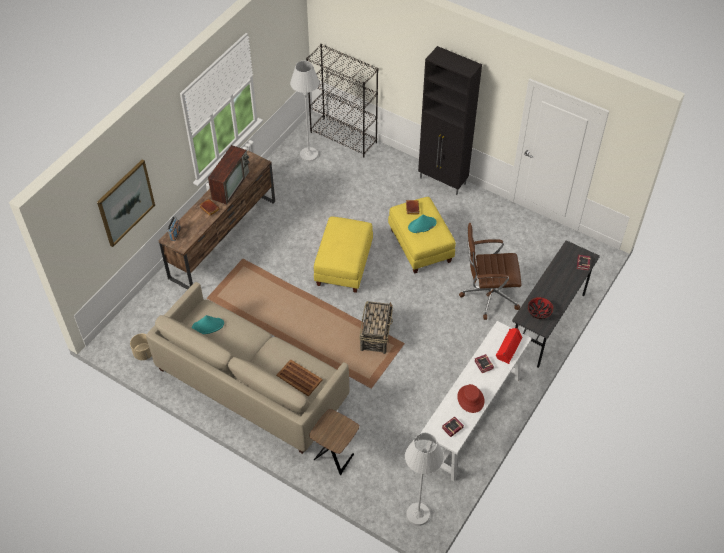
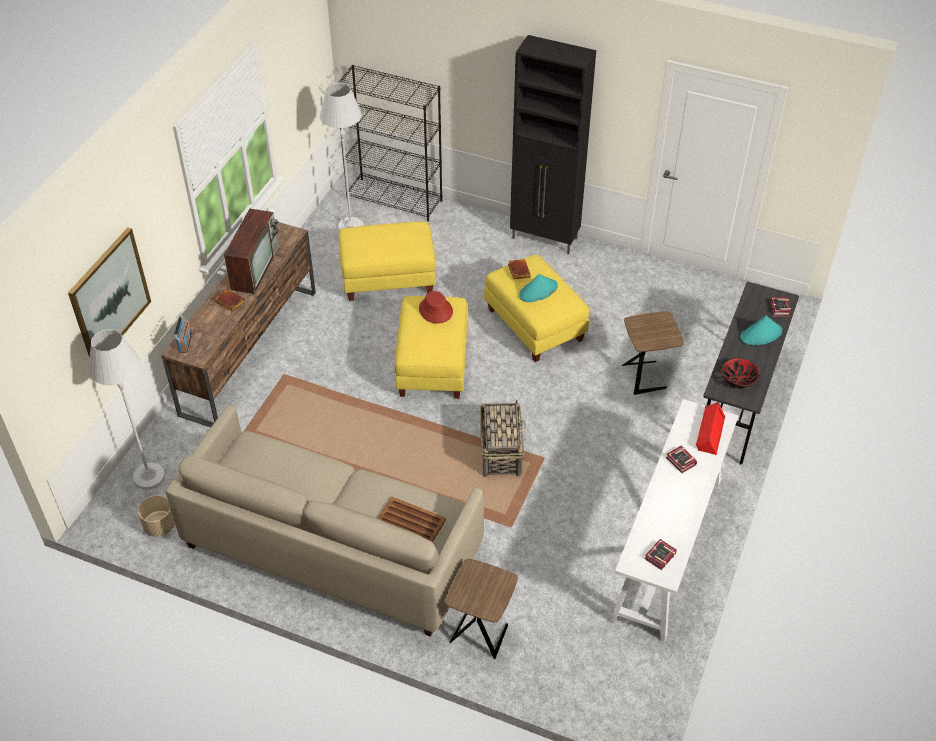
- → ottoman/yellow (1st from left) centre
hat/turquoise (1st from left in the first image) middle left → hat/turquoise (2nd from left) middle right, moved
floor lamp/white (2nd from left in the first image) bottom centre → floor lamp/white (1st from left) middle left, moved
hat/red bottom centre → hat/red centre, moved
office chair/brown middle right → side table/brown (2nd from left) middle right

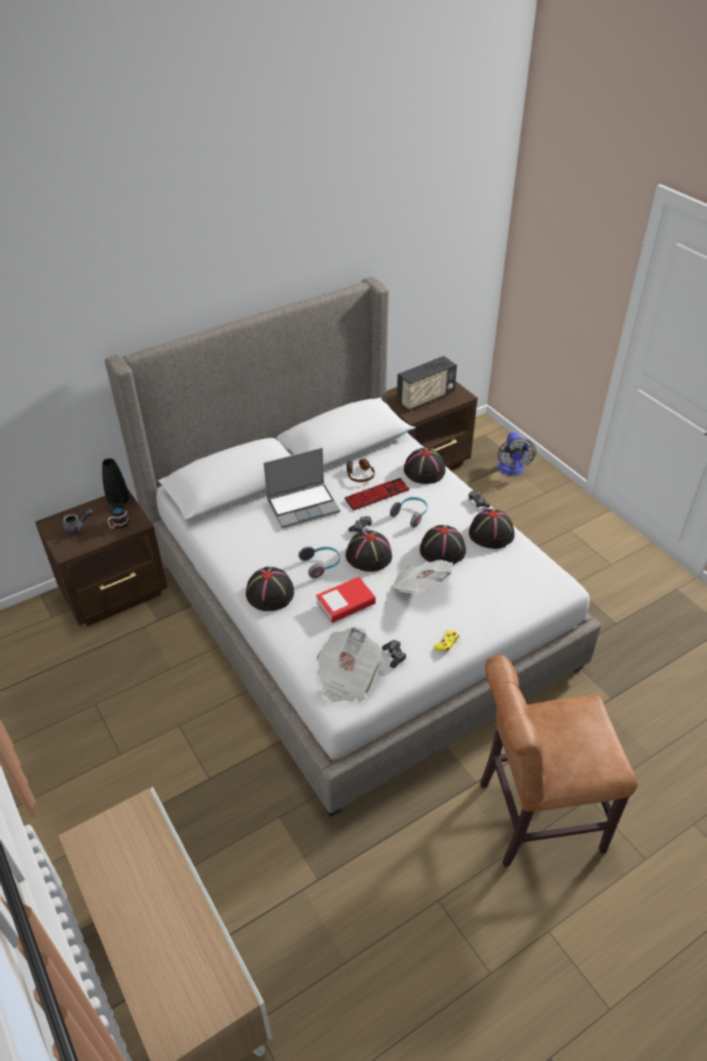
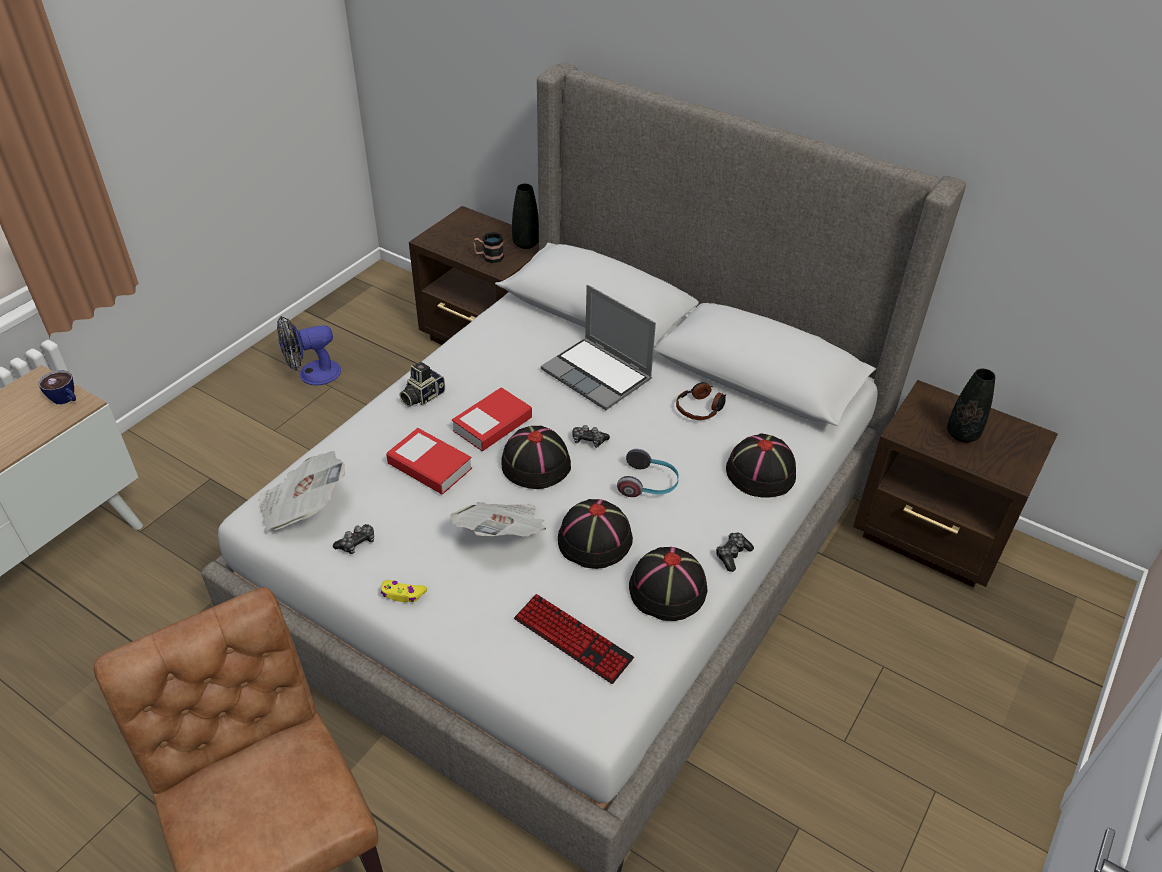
teapot/grey middle left → -
- → cup middle left
keyboard centre → keyboard bottom centre, moved
fan middle right → fan middle left, moved
hat/black (1st from left) centre → photo camera centre
headphones (1st from left) centre → book (2nd from left) centre
radio centre → vase/black (2nd from left) middle right

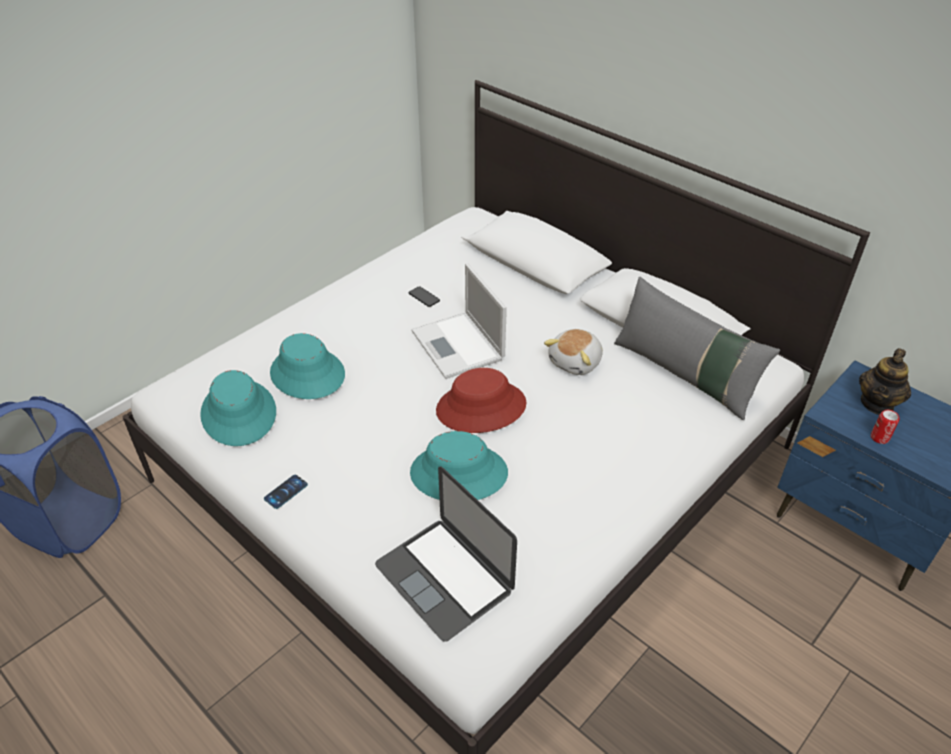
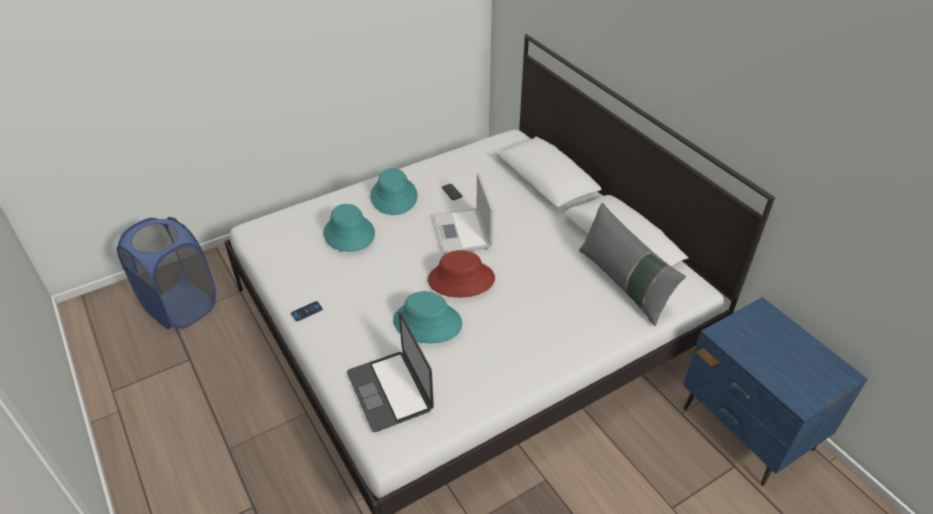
plush toy centre → -
teapot middle right → -
can middle right → -
hat/turquoise (1st from left in the first image) middle left → hat/turquoise (2nd from left) centre, moved

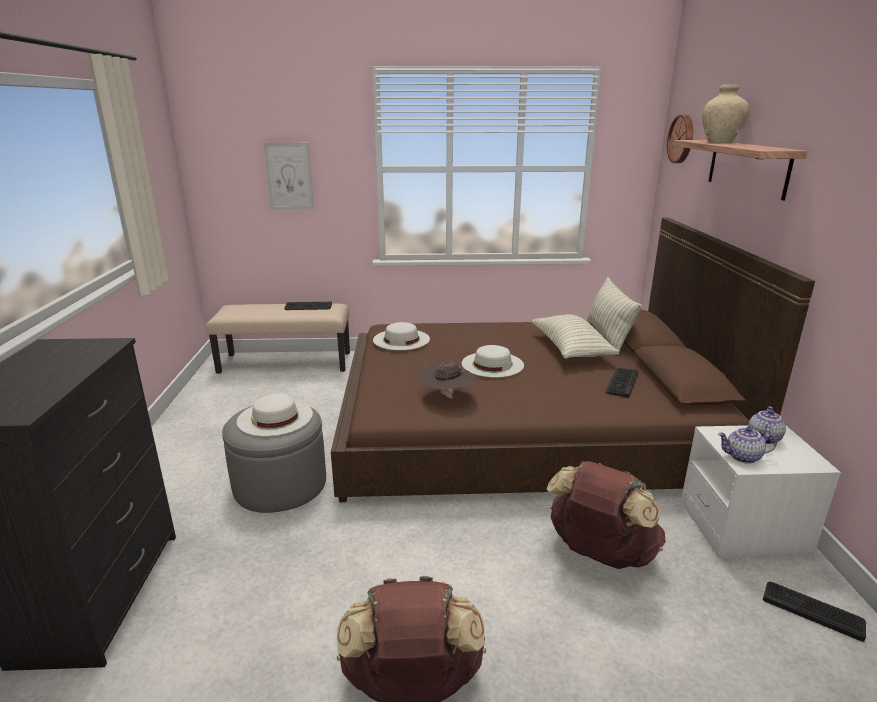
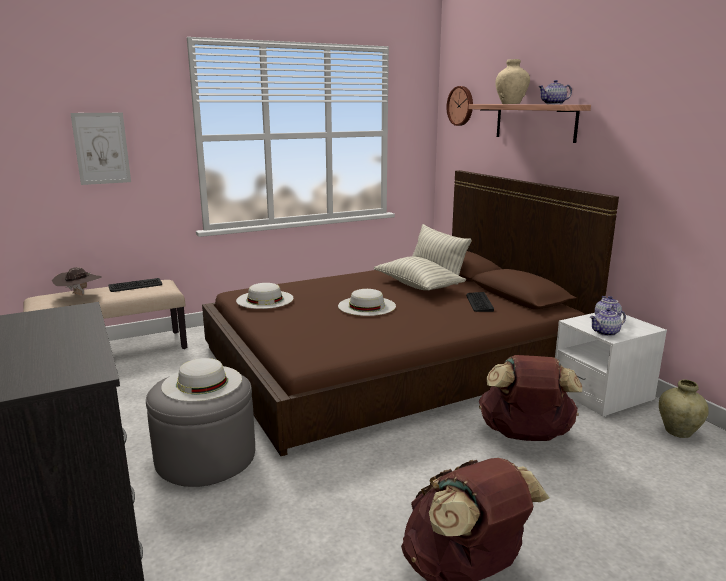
- → teapot (1st from left) top right
hat/brown centre → hat/brown middle left, moved
keyboard (3rd from left) bottom right → vase/beige (2nd from left) bottom right

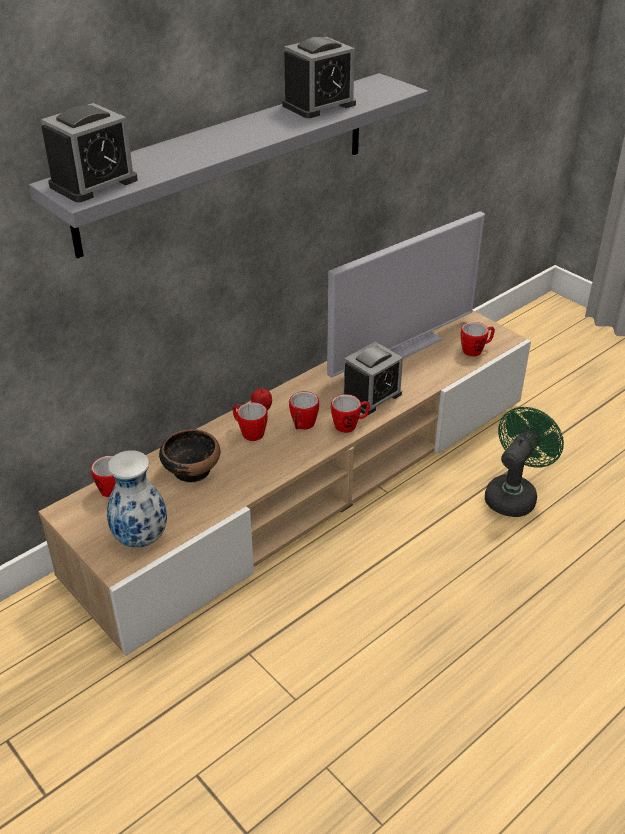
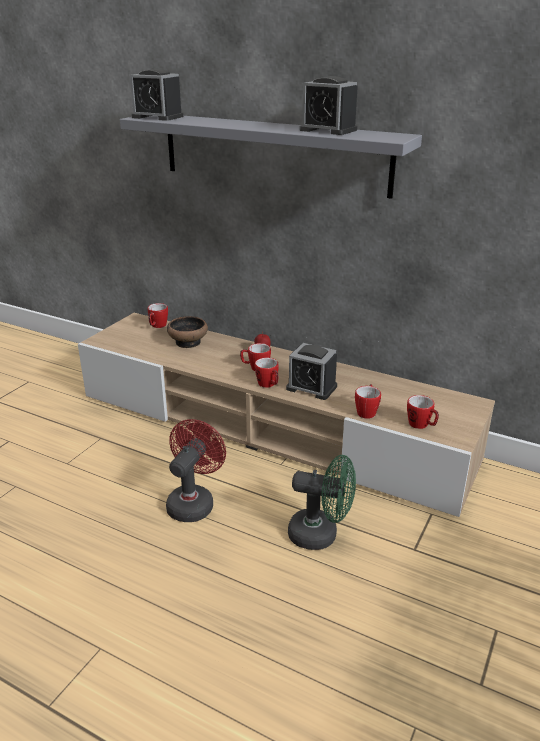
vase middle left → -
television centre → -
- → fan/red centre
mug (2nd from left in the first image) centre → mug (4th from left) middle right, moved

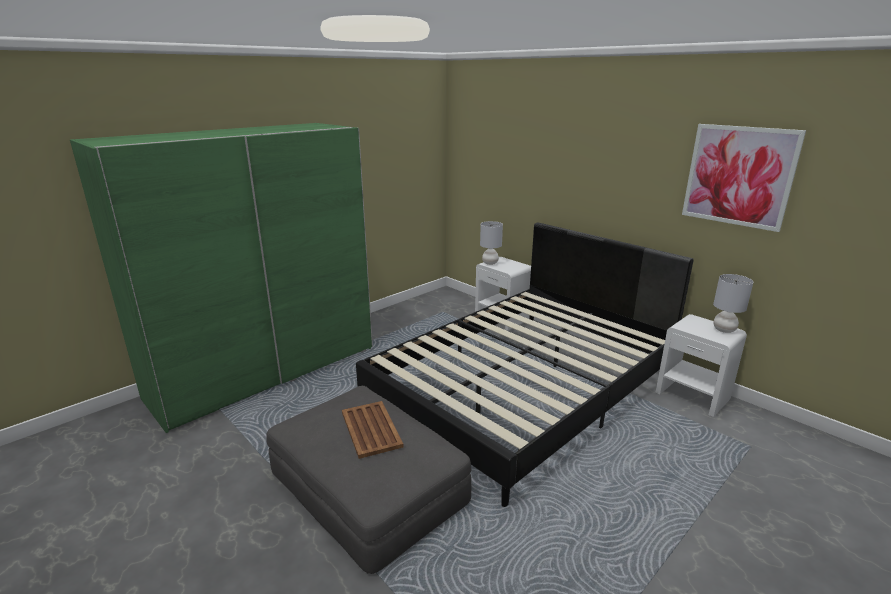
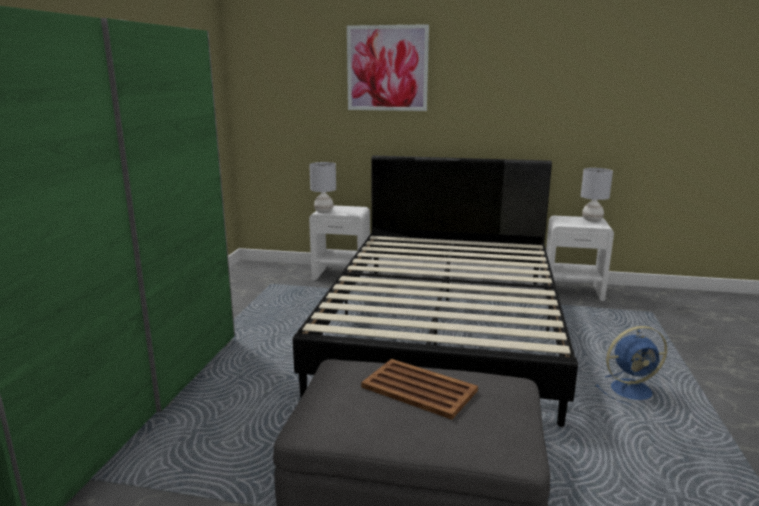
- → fan/blue bottom right
picture top right → picture top centre, moved

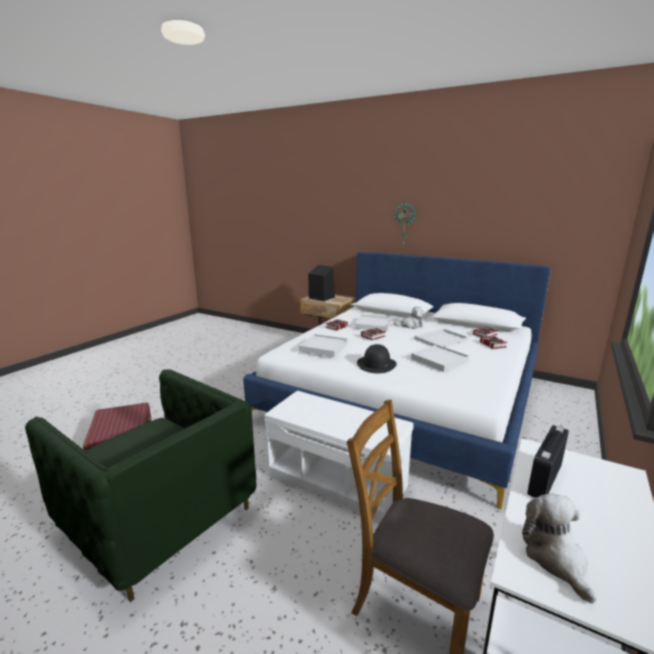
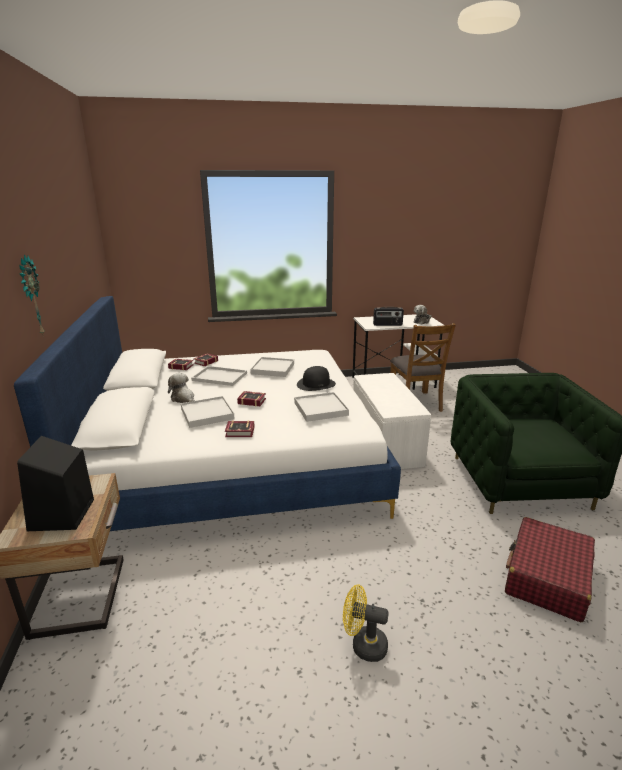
- → fan/yellow bottom centre

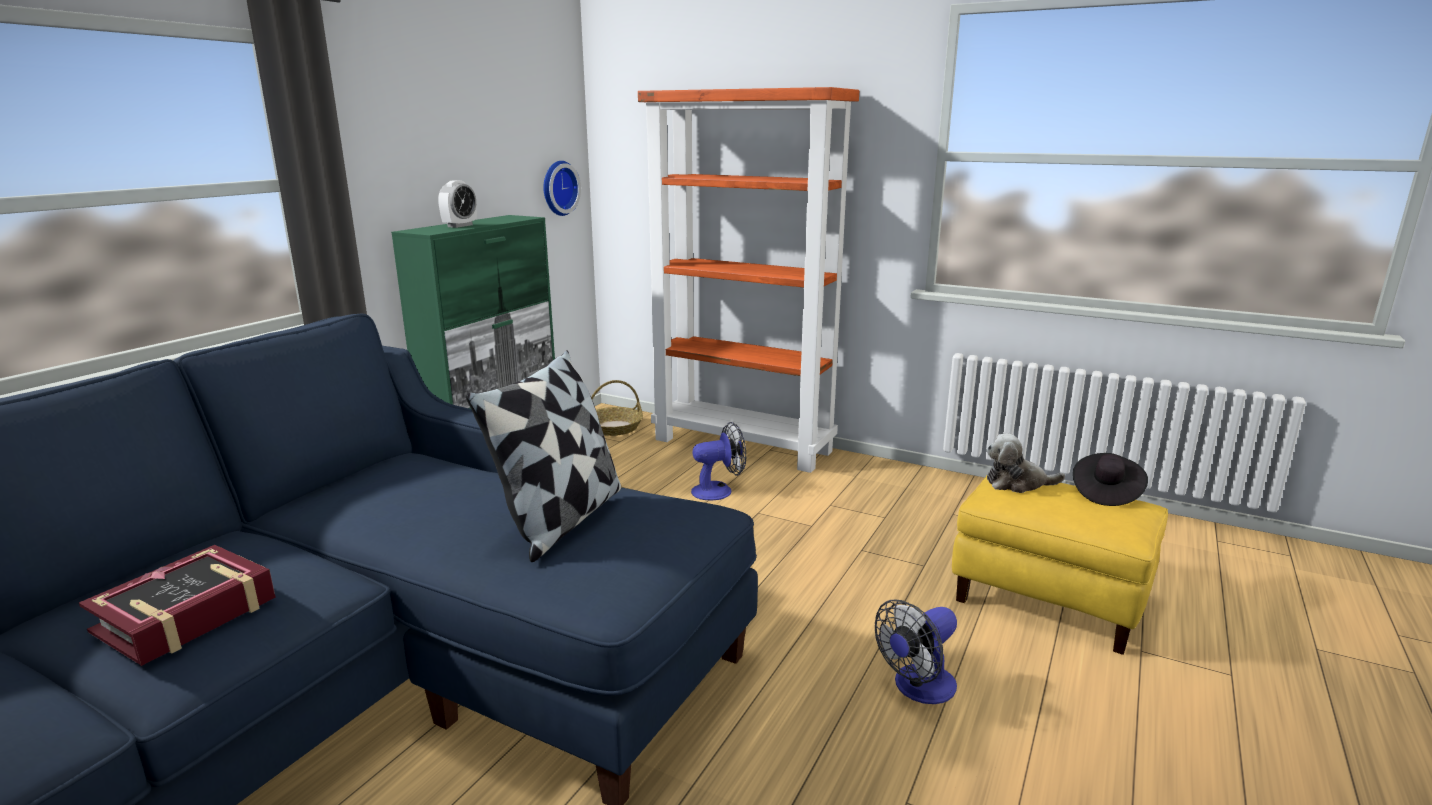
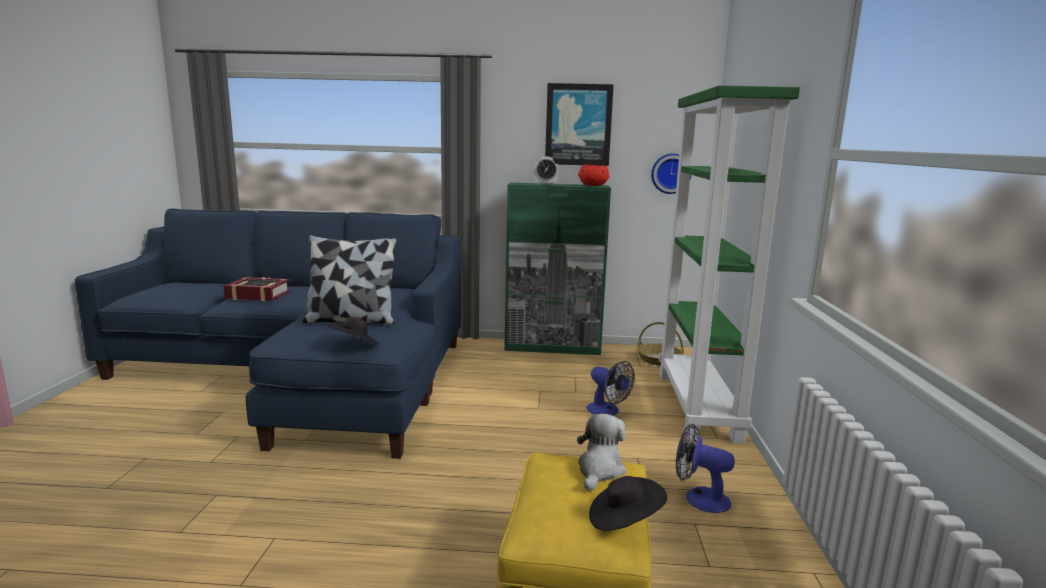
- → hat/black (1st from left) centre
- → picture top centre
- → bowl/red top centre
fan (2nd from left) bottom centre → fan (2nd from left) bottom right, moved
bookcase/orange centre → bookcase/green middle right
plush toy middle right → plush toy bottom centre, 45 degrees clockwise

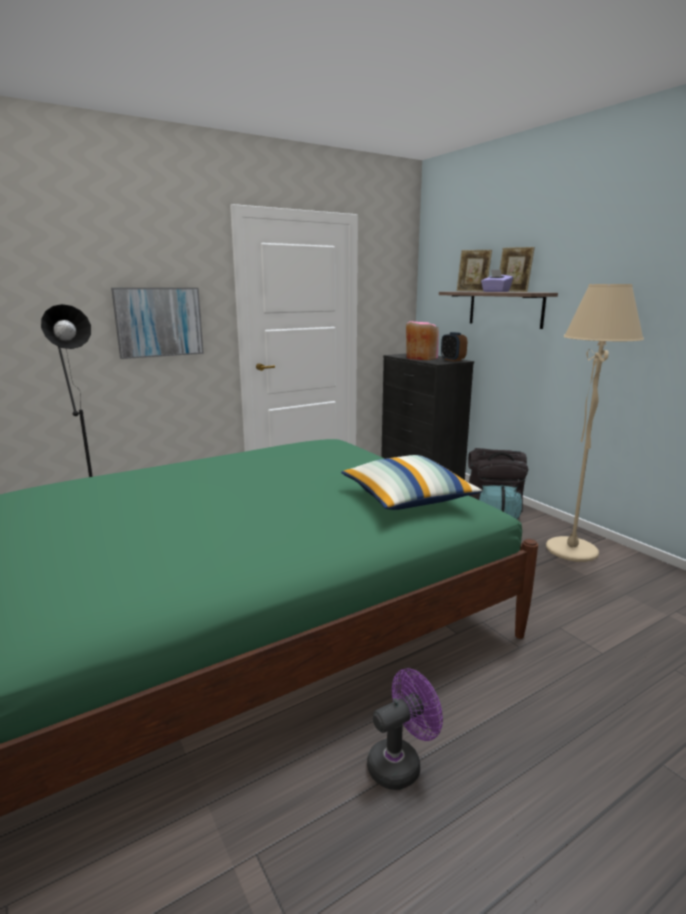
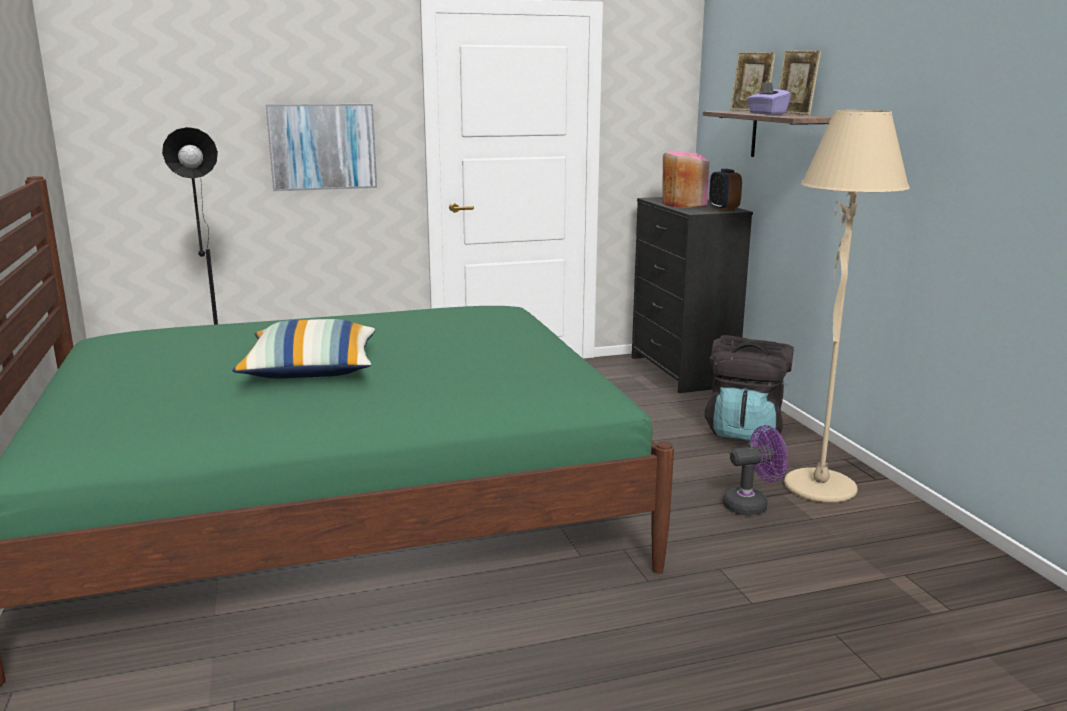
pillow centre → pillow middle left, moved
fan/purple bottom centre → fan/purple middle right, moved

